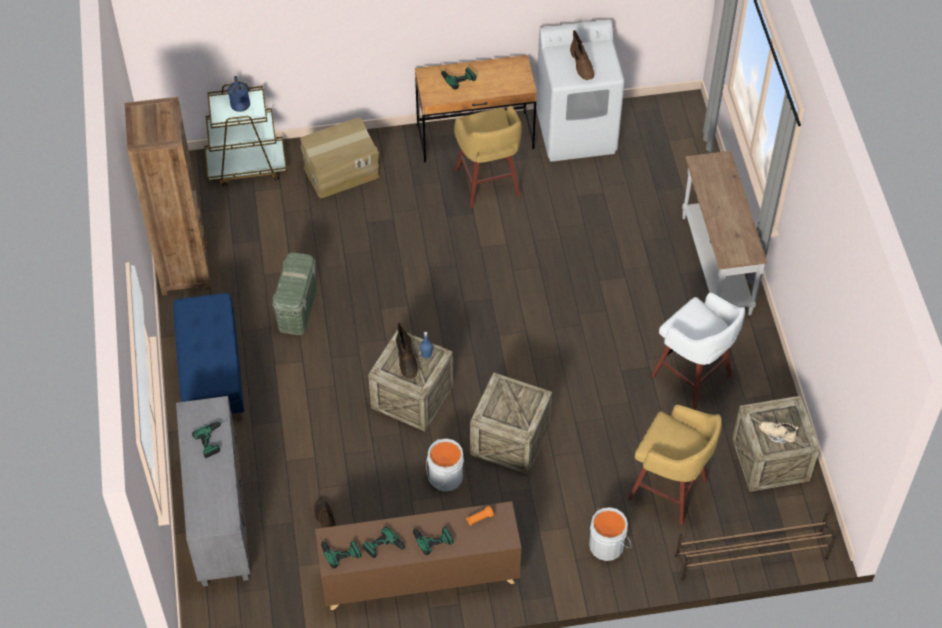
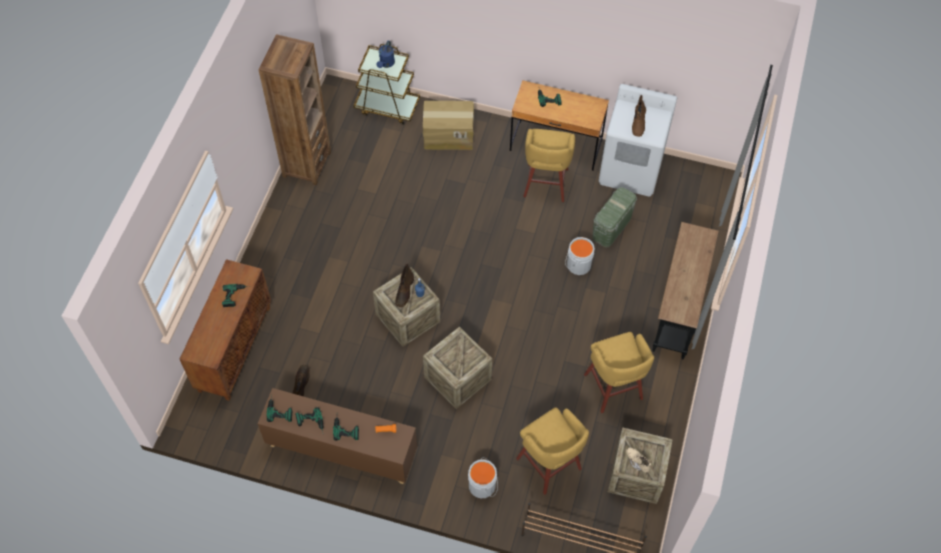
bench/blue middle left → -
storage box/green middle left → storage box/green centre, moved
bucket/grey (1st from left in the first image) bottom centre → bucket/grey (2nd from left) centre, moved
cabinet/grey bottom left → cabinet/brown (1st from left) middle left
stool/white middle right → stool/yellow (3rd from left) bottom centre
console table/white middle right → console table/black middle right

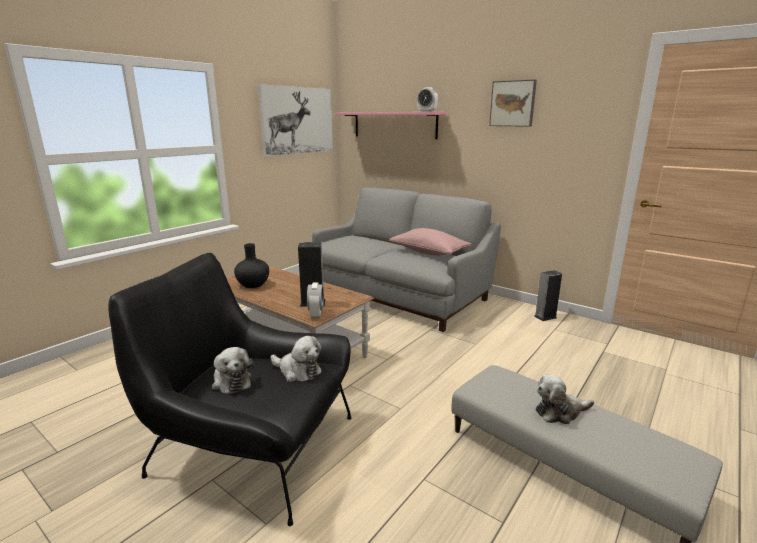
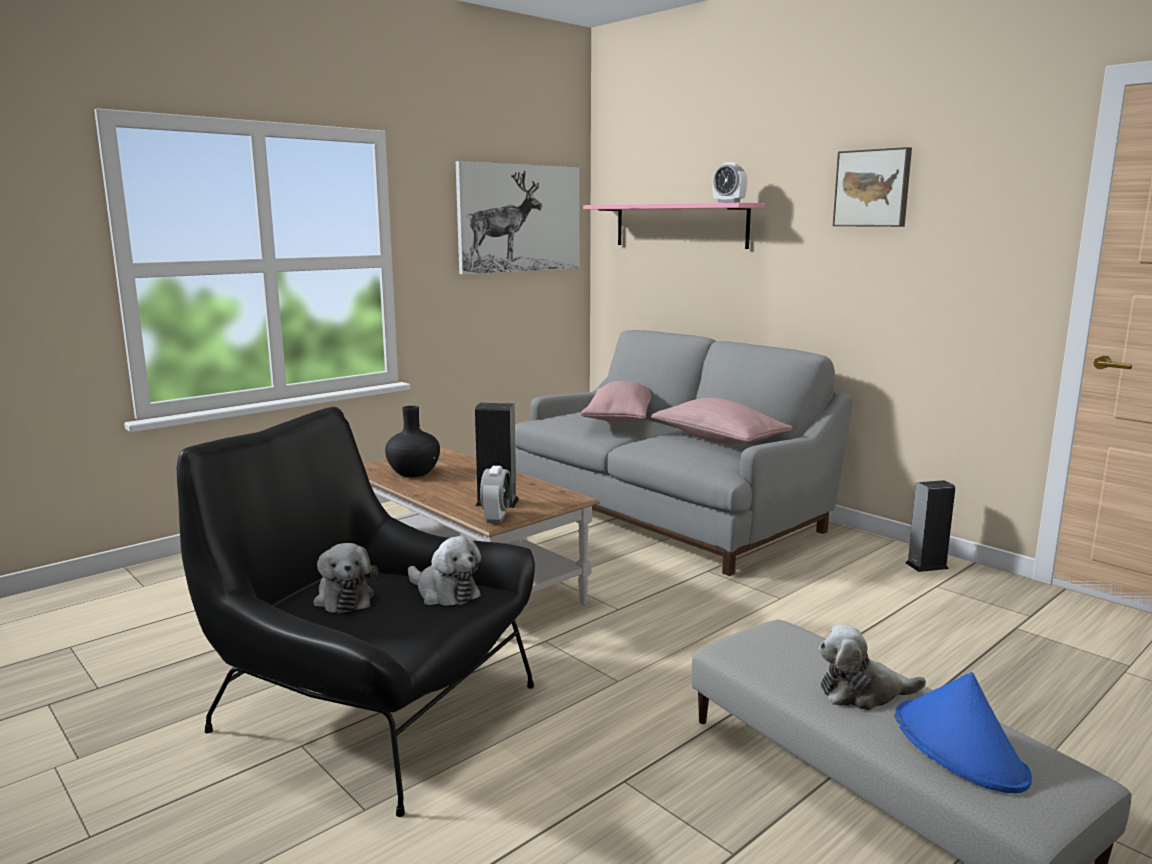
- → pillow/pink (1st from left) centre
- → hat/blue bottom right

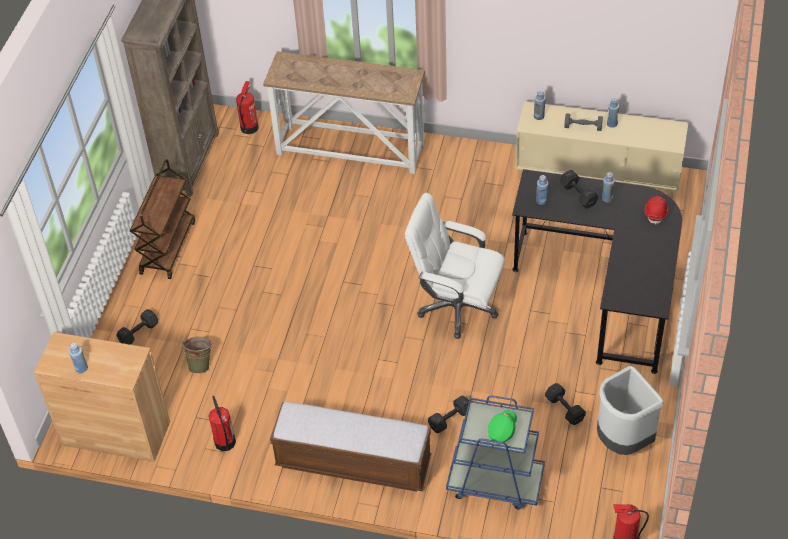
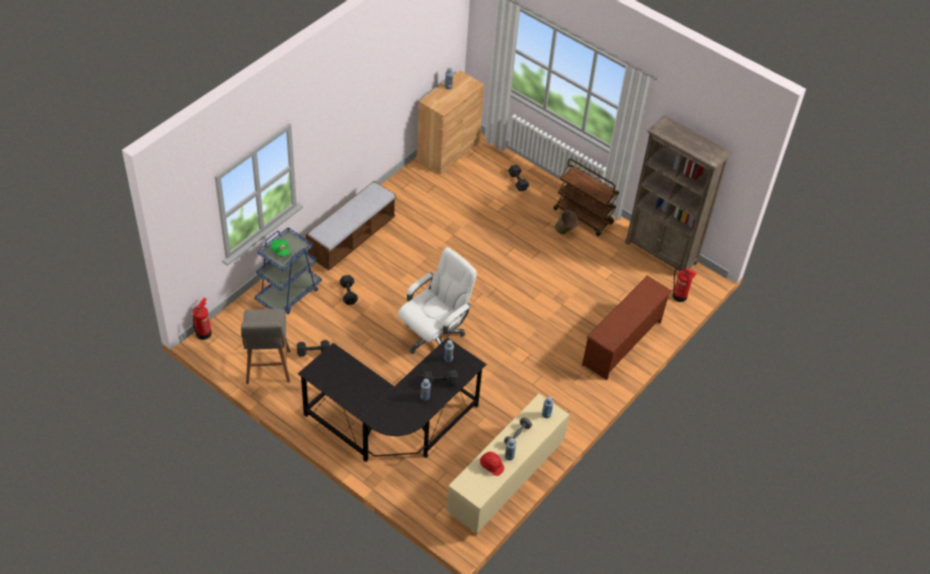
fire extinguisher (1st from left) bottom left → -
bucket/green middle left → bucket/green centre, moved
hard hat/red middle right → hard hat/red bottom centre, moved
console table top centre → shoe rack/brown middle right
trash can/grey bottom right → stool/grey middle left

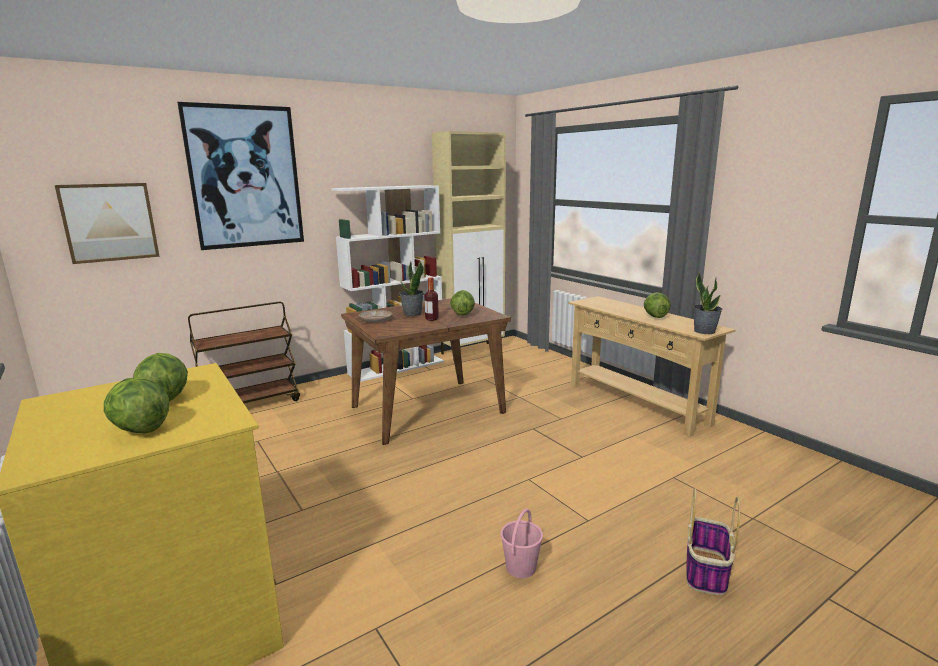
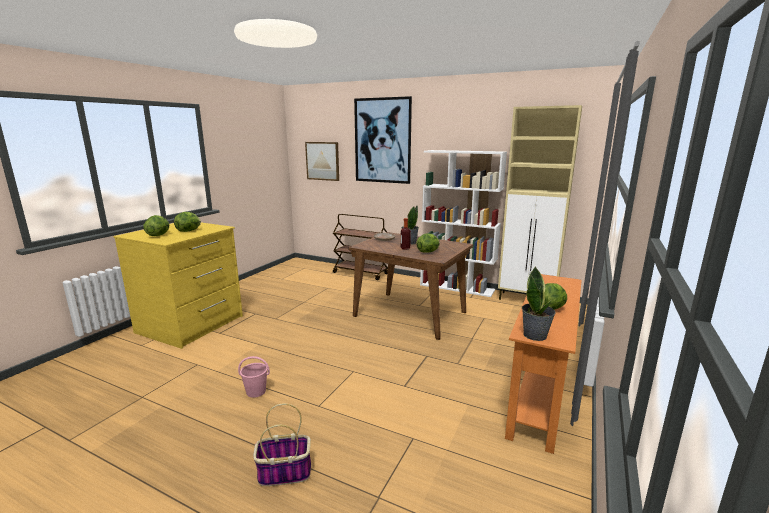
console table/beige middle right → console table/orange bottom right

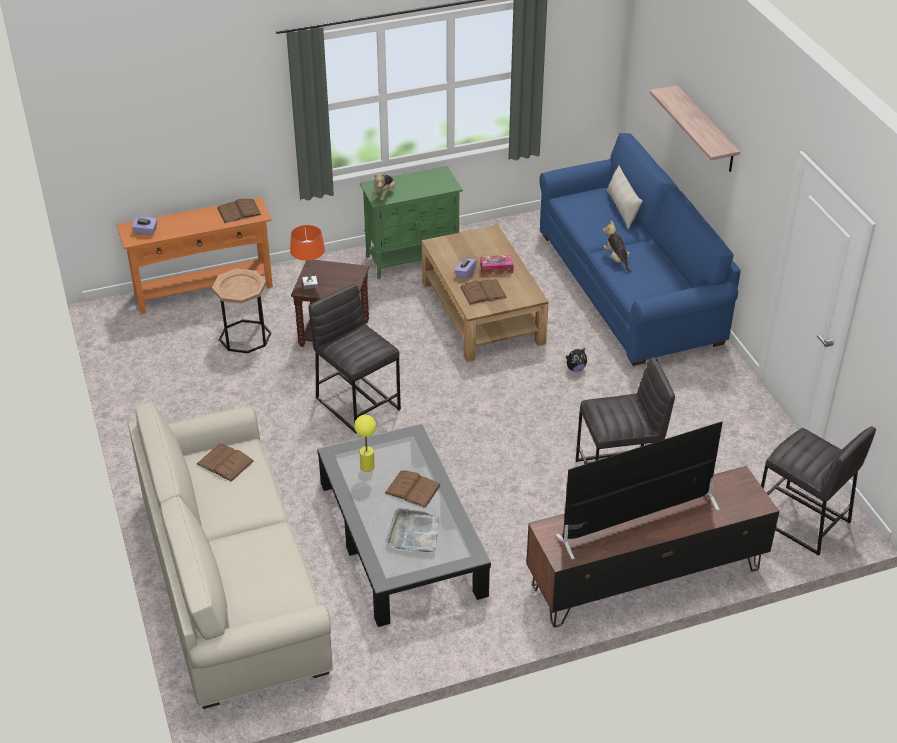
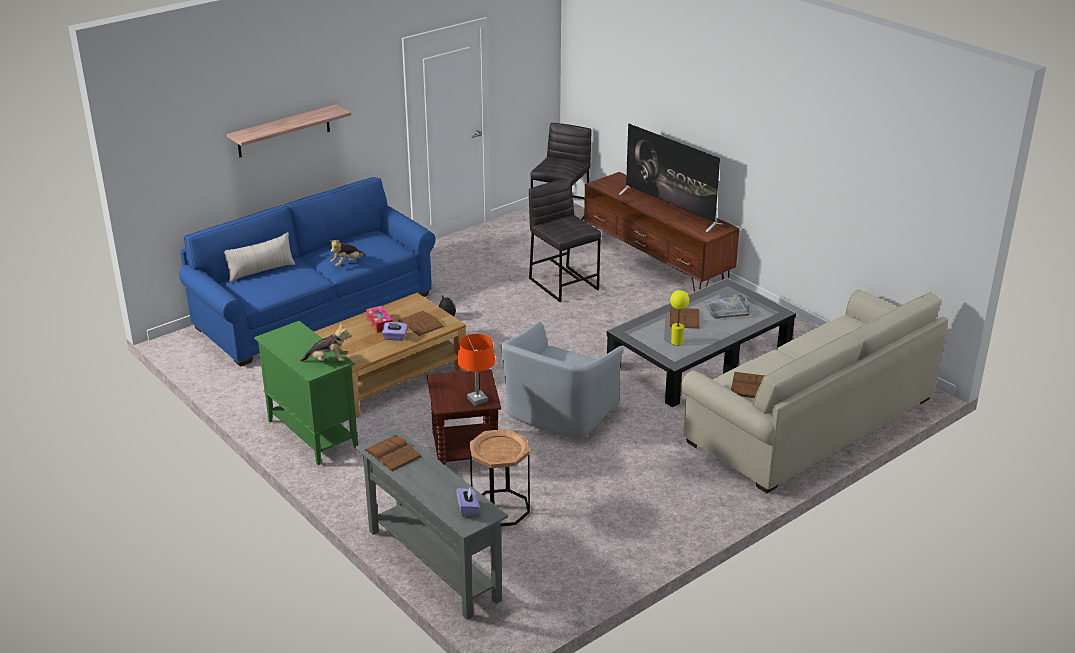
stool/grey (1st from left) centre → armchair/grey centre
console table/orange middle left → console table/grey bottom centre

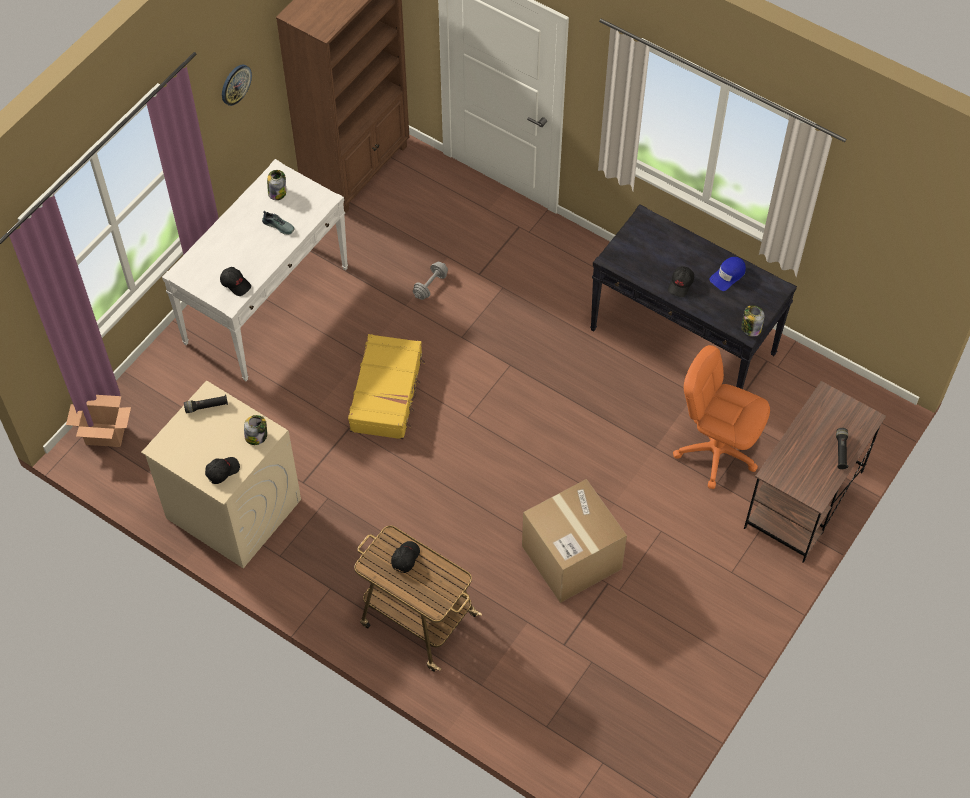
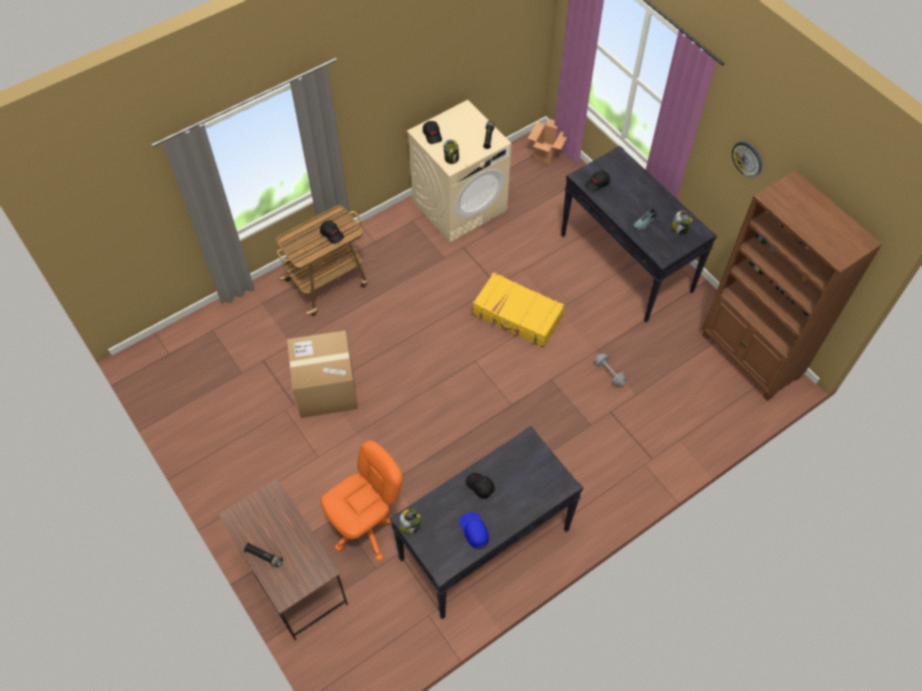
console table/white middle left → console table/black (2nd from left) middle right

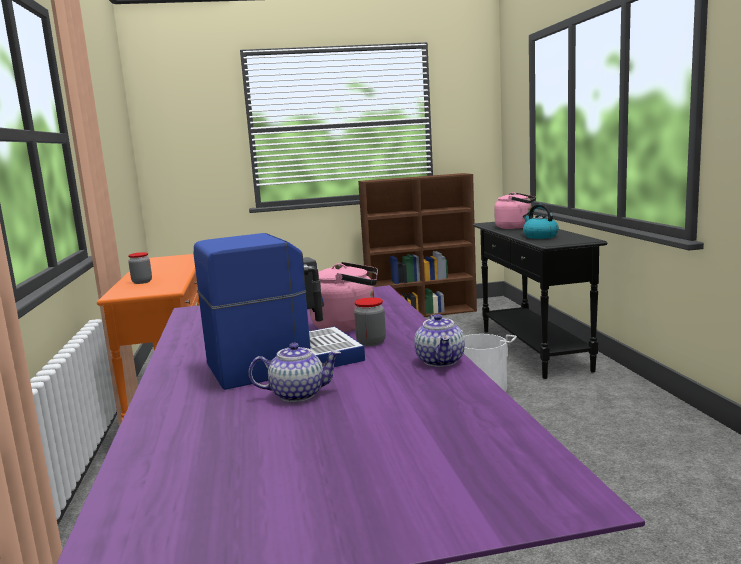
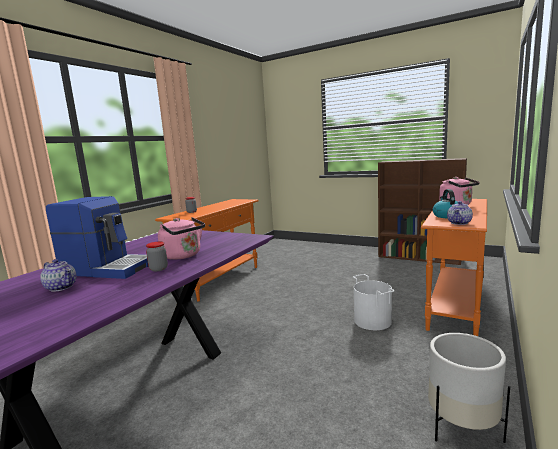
- → planter/white bottom right
teapot (2nd from left) centre → teapot (2nd from left) middle right, moved
console table/black middle right → console table/orange (2nd from left) middle right

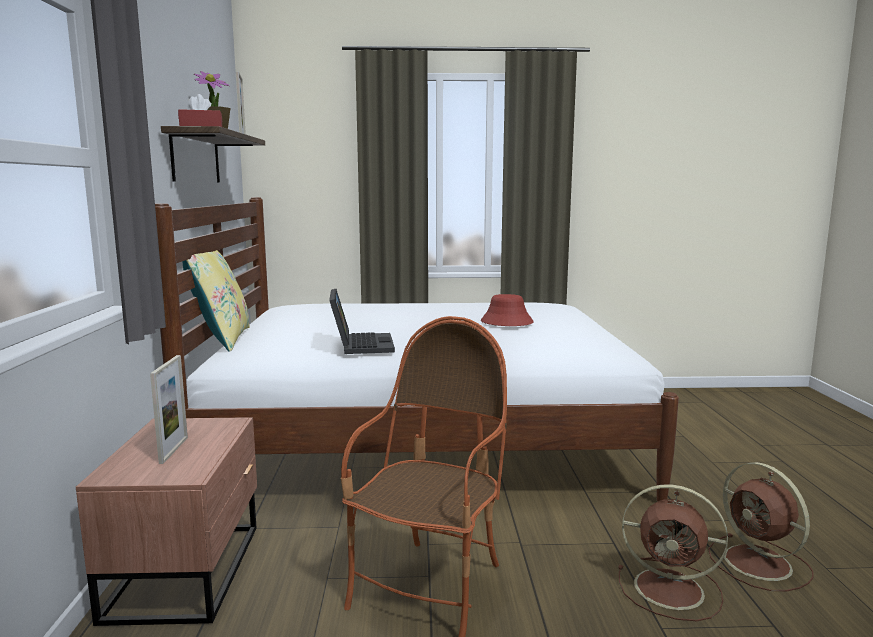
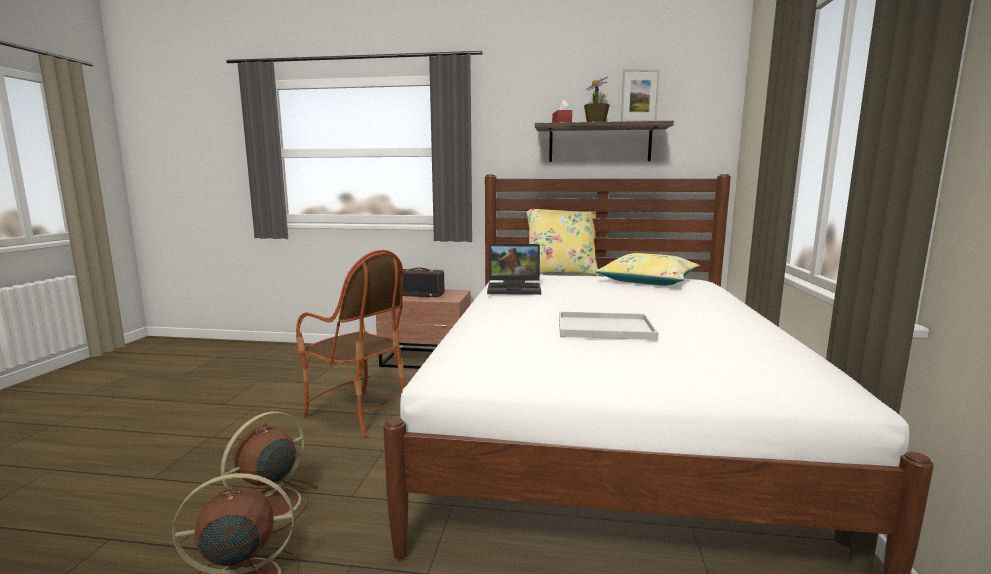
- → pillow/yellow (2nd from left) centre
picture frame (1st from left) middle left → radio centre
hat/red centre → tray/white centre

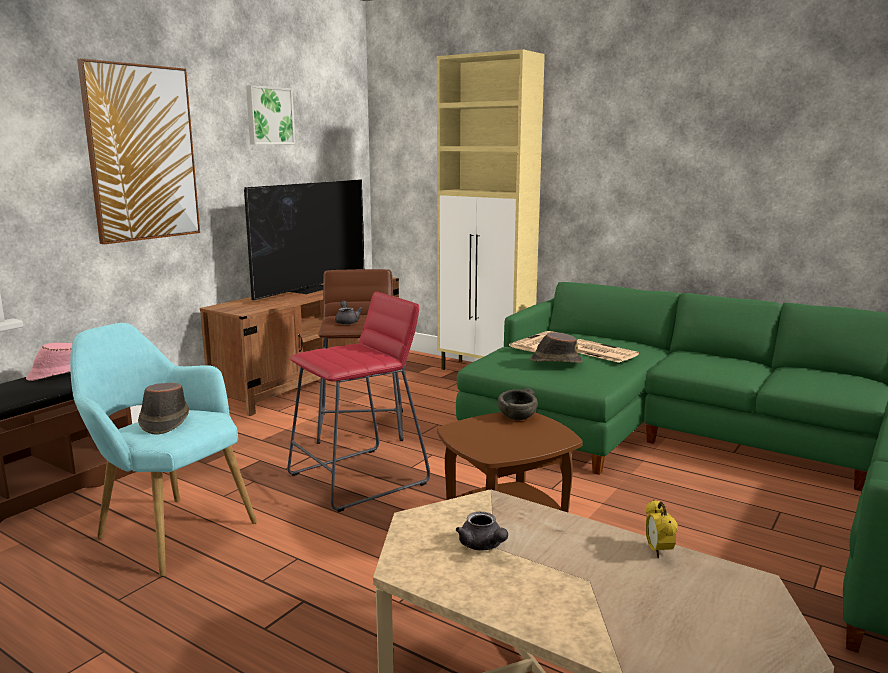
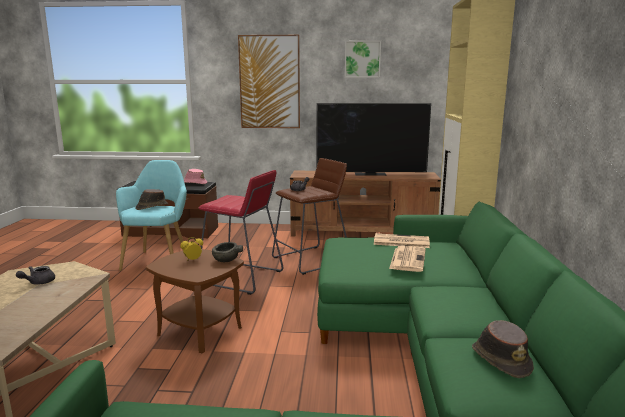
hat/brown (2nd from left) centre → hat/brown (2nd from left) bottom right, moved
alarm clock bottom right → alarm clock middle left, moved

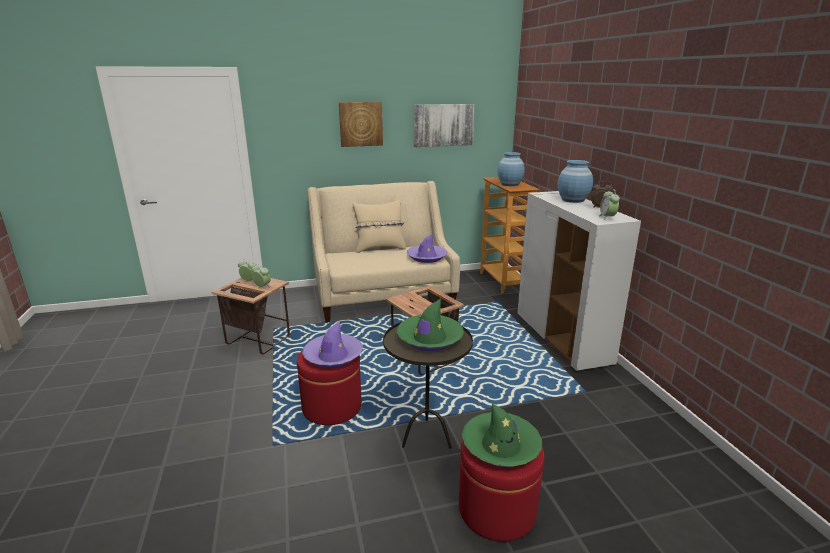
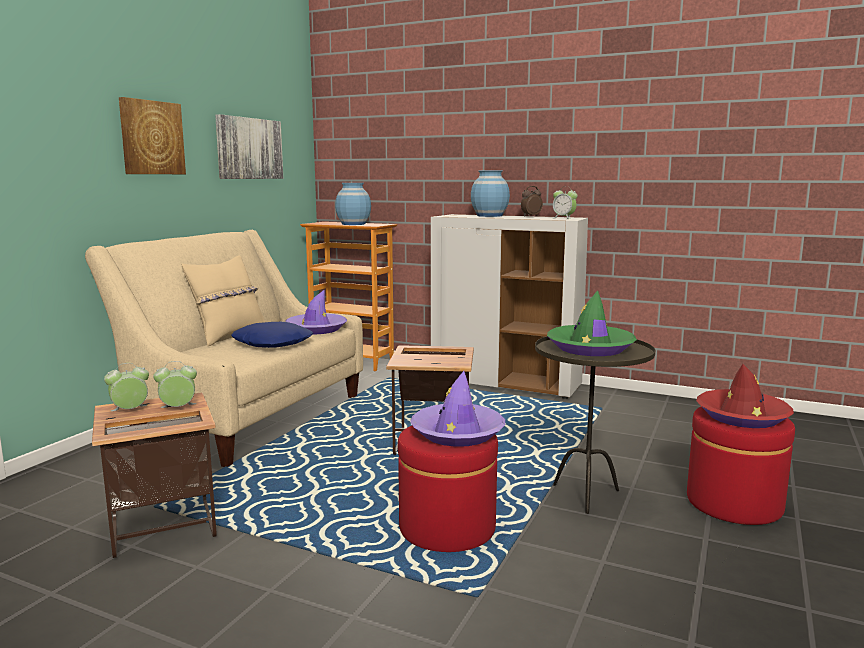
- → pillow/blue middle left
hat/green (2nd from left) bottom centre → hat/red middle right

